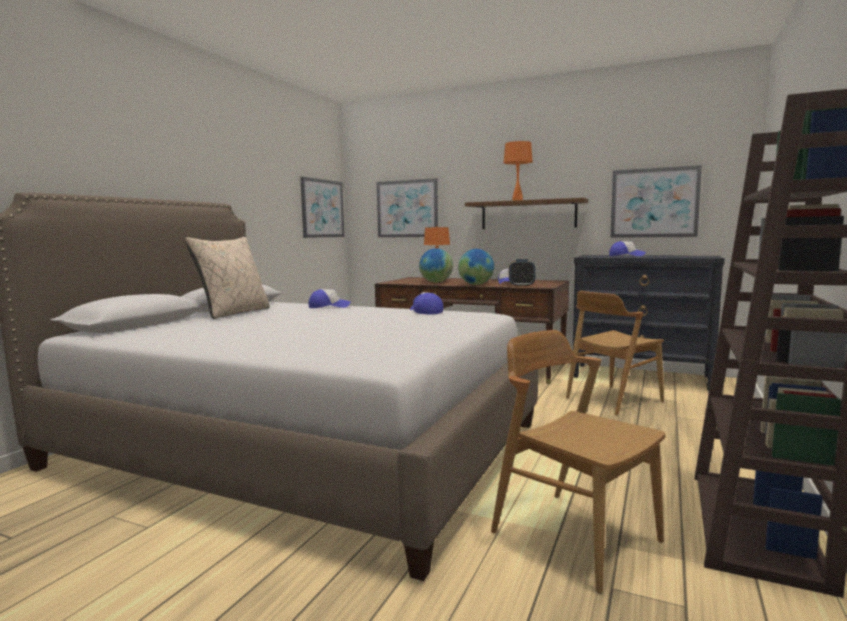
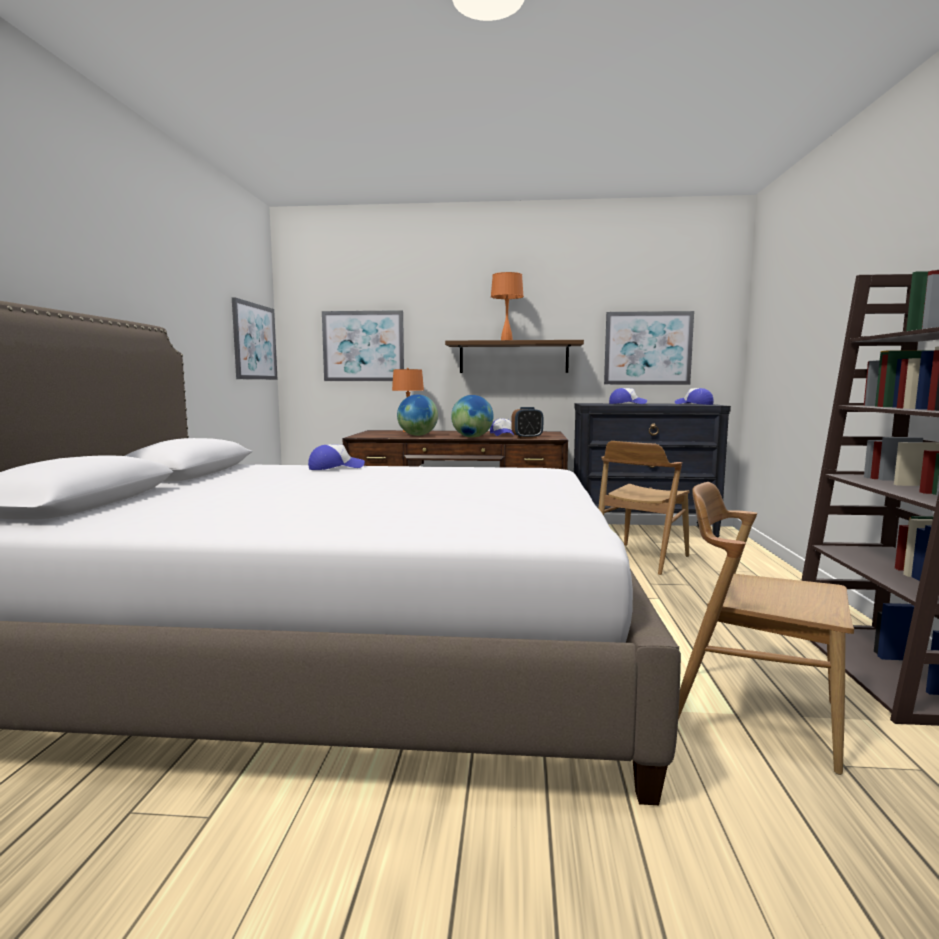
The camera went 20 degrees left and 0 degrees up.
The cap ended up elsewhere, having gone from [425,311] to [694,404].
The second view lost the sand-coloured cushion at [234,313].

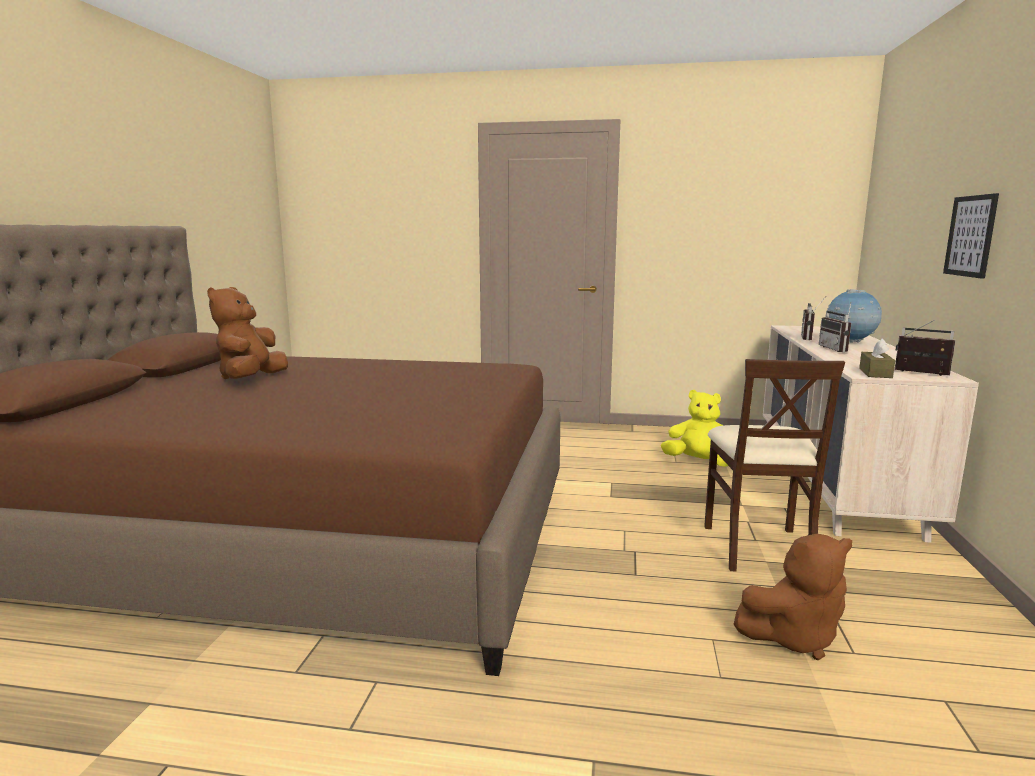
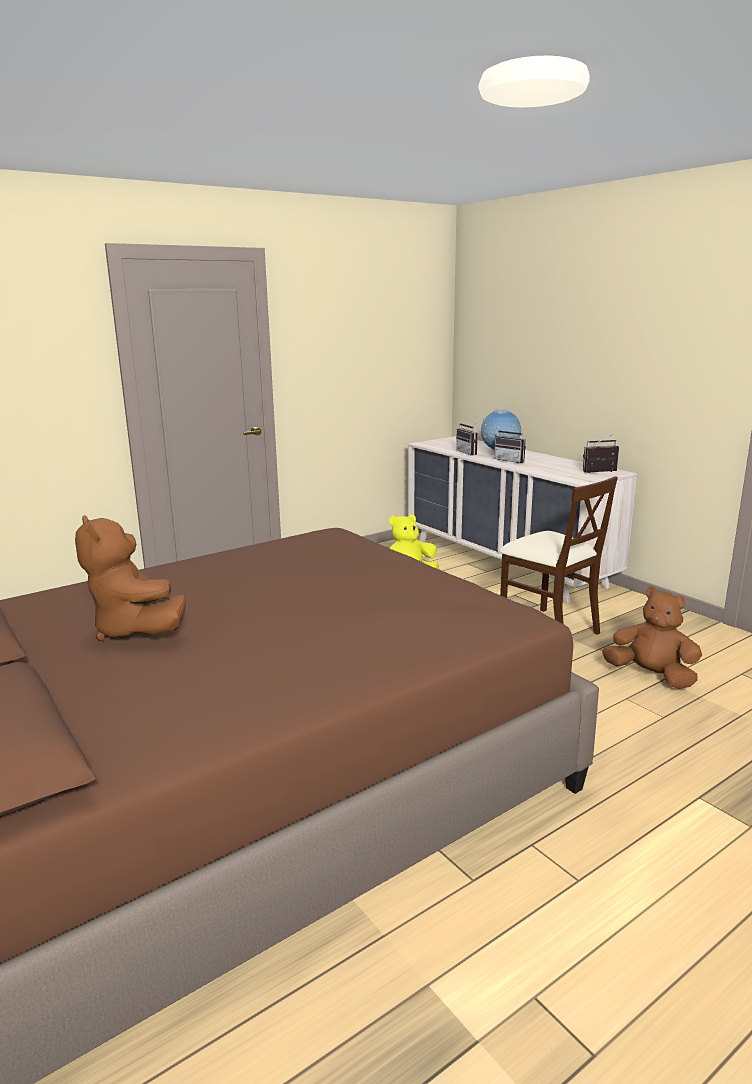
The camera went 45 degrees left and 5 degrees up.
The brownish cuddly toy at [793,637] ended up facing another way, 90 degrees counterclockwise from before.
The second view lost the brownish tissue holder at [875,373].
The second view lost the picture at [970,236].

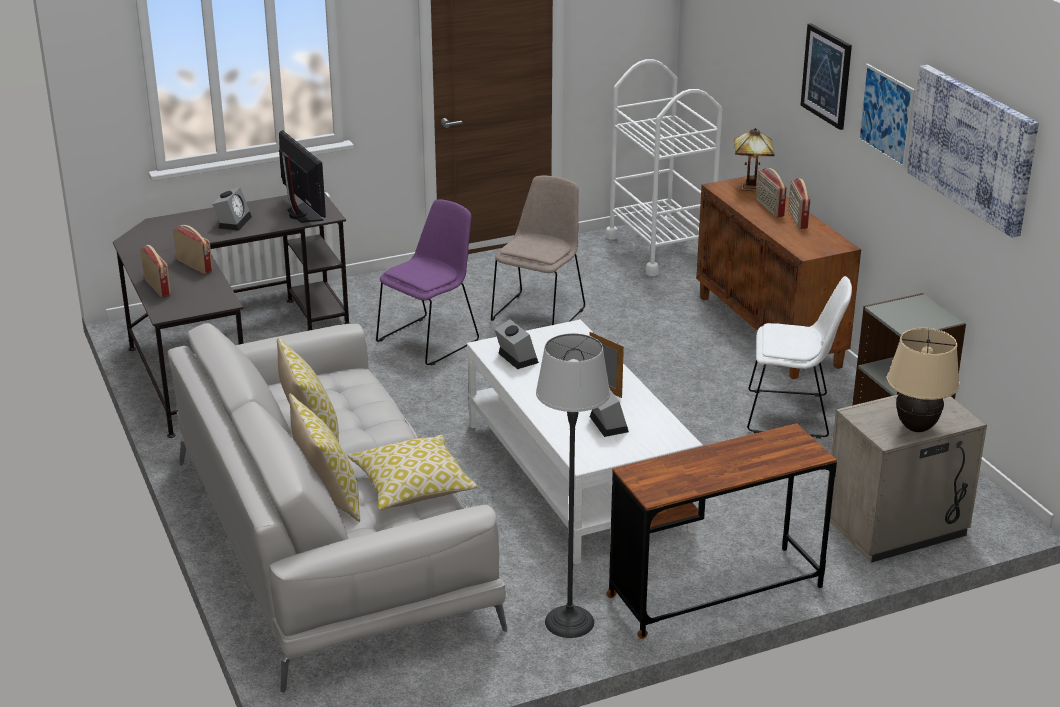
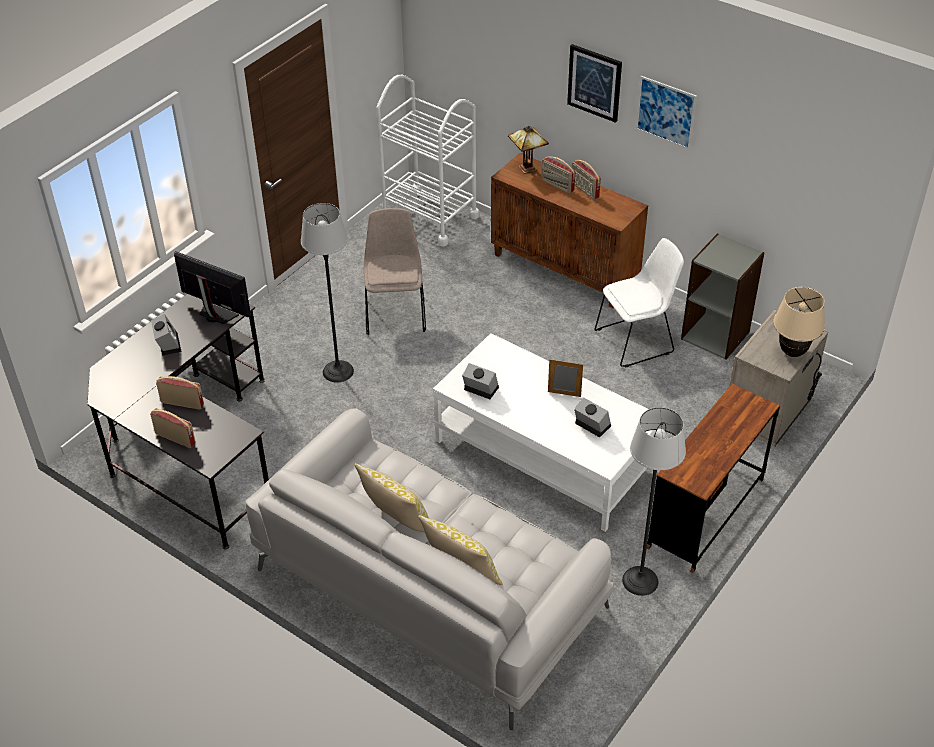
The camera went 30 degrees left and 15 degrees up.
Where the purple-coloured plain chair stood at [430,340], the floor lamp came to stand at [338,371].
The second view lost the cushion at [412,487].
The second view lost the picture at [973,147].

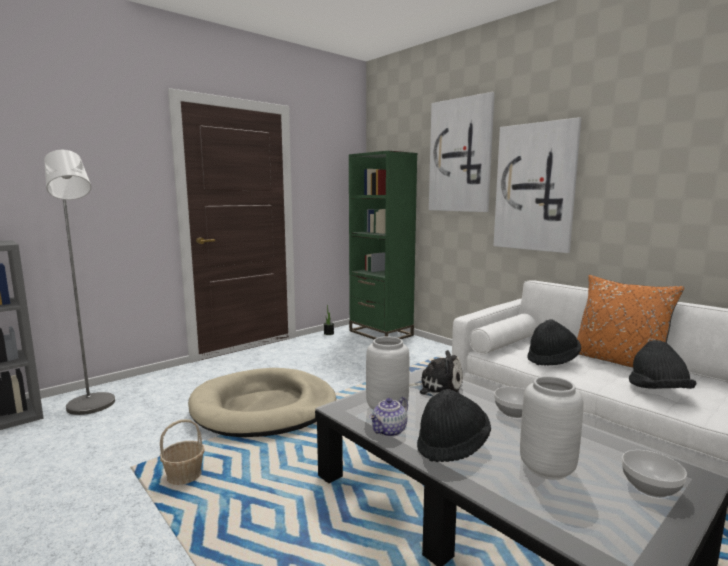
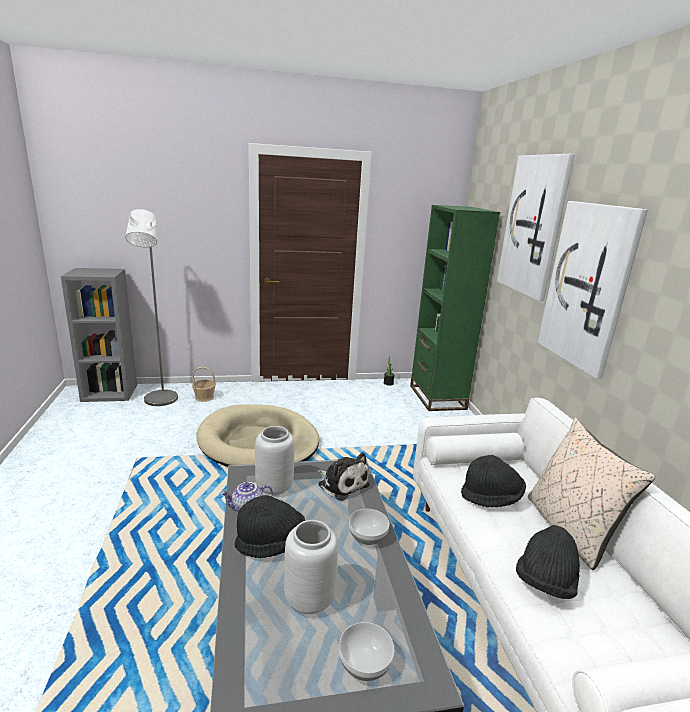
The camera went 30 degrees right and 10 degrees up.
The household basket ended up elsewhere, having gone from [184,476] to [204,397].
What was the orange cushion at [619,361] turned into the sand-coloured cushion at [569,529].

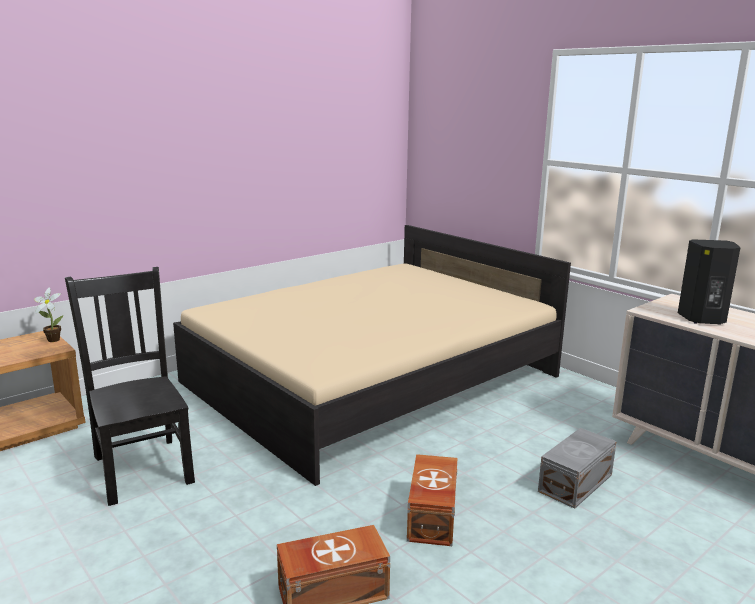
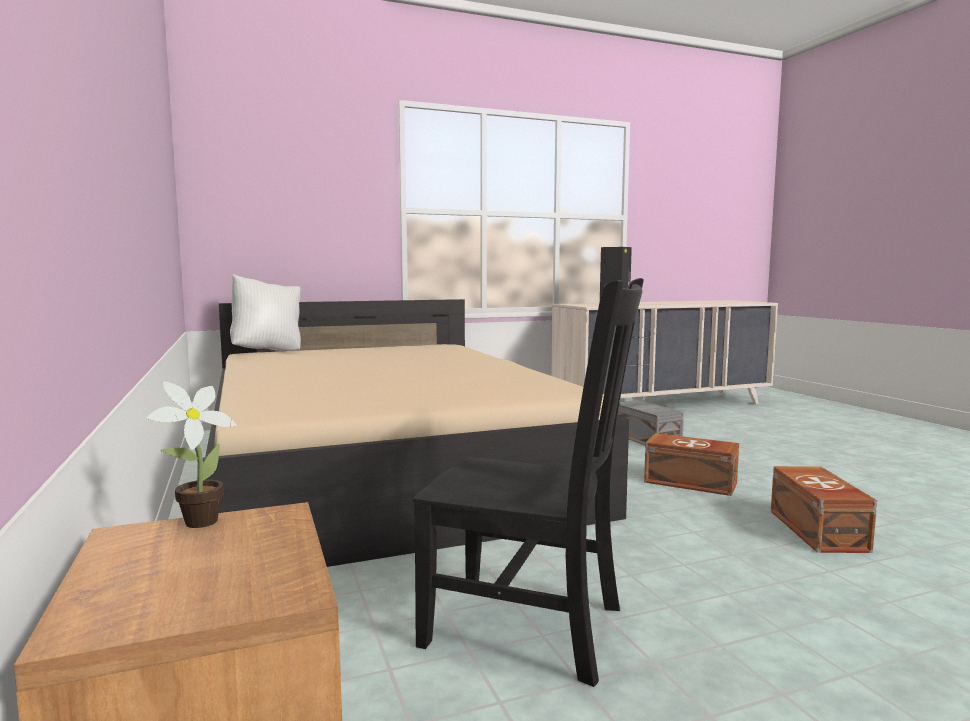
The camera went 70 degrees left and 10 degrees down.
The second view gained the whitish cushion at [268,351].
The black plain chair at [142,467] ended up facing another way, 150 degrees counterclockwise from before.

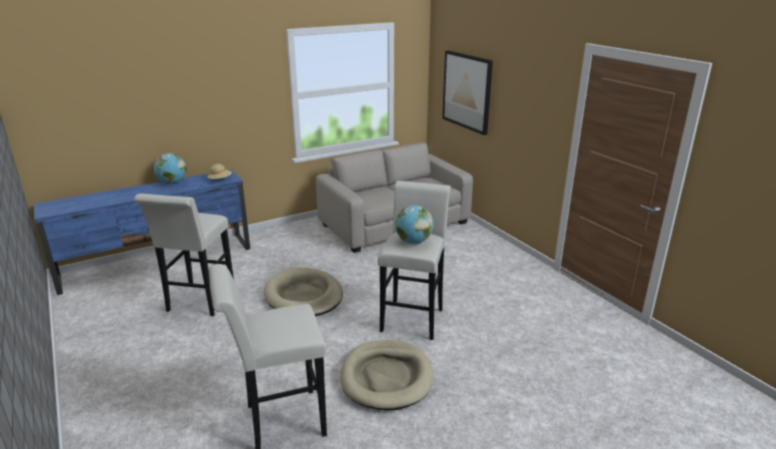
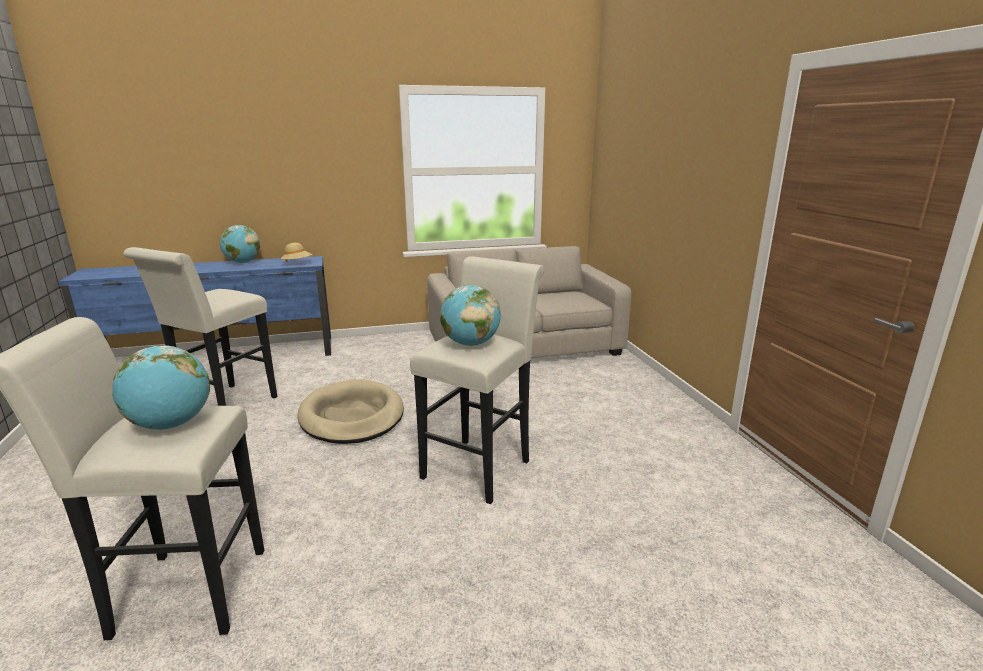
The camera went 15 degrees right and 5 degrees down.
The second view gained the globe at [171,425].
The second view lost the sand-coloured pet bed at [387,377].
The second view lost the picture at [467,91].

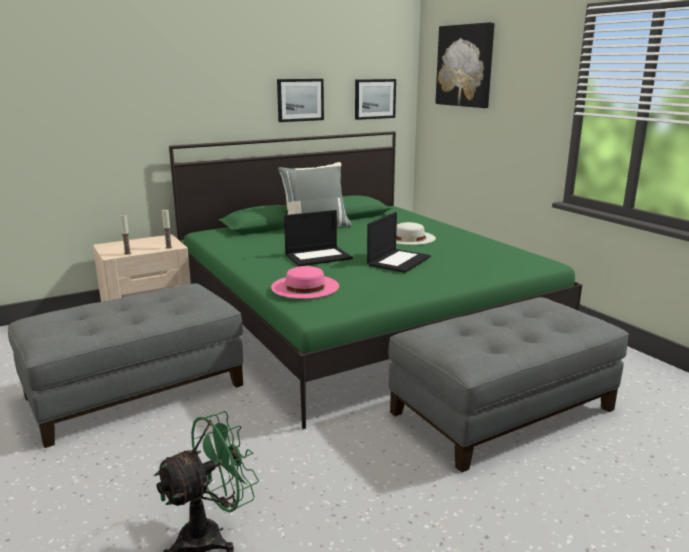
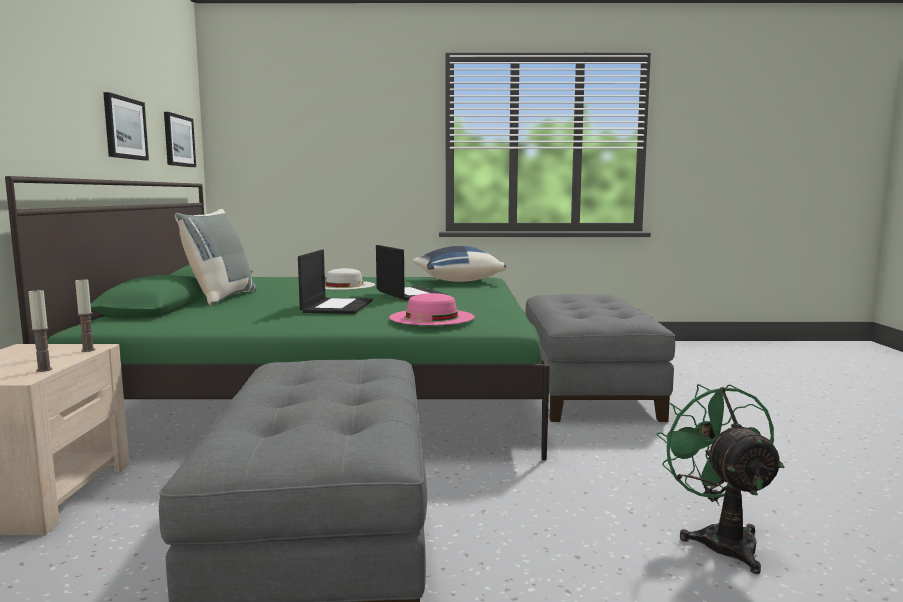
The camera went 60 degrees left and 10 degrees down.
The second view gained the blue-coloured cushion at [457,281].
The second view lost the picture at [465,66].

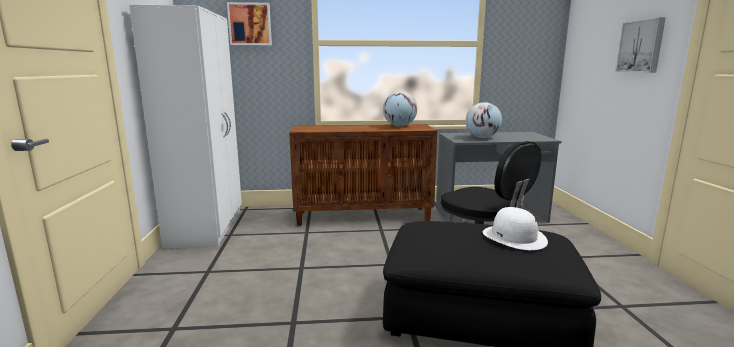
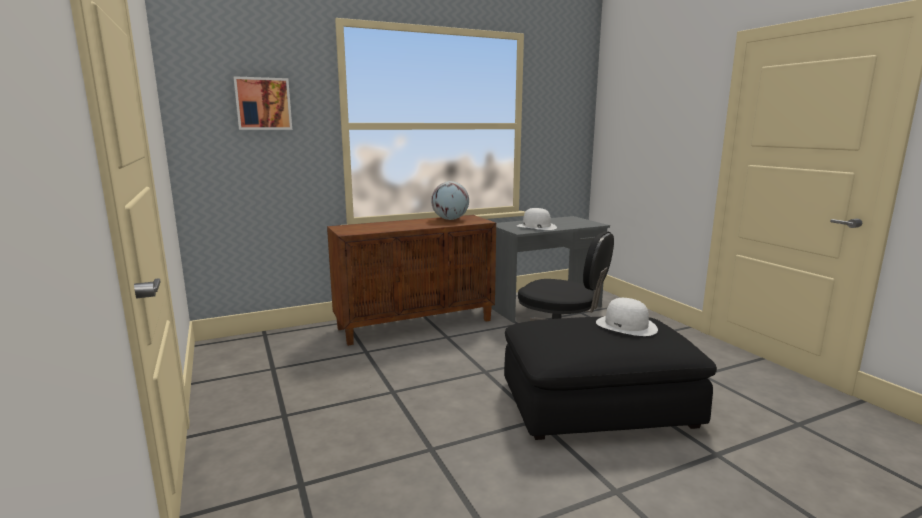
The camera went 20 degrees left and 0 degrees up.
Where the globe stood at [482,138], the whitish wearable hat came to stand at [536,226].
The second view lost the whitish armoire at [207,228].
The second view lost the picture at [641,46].

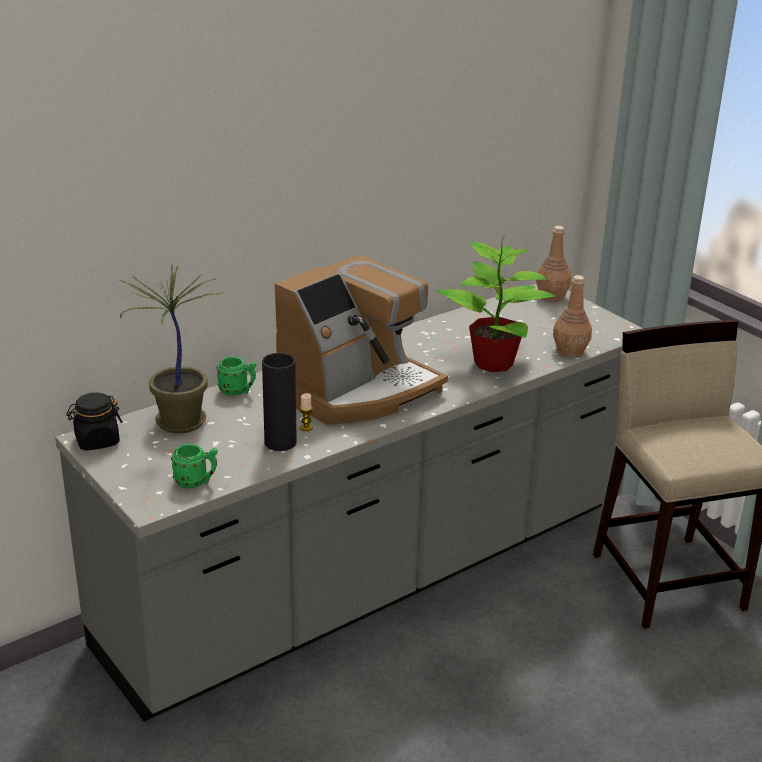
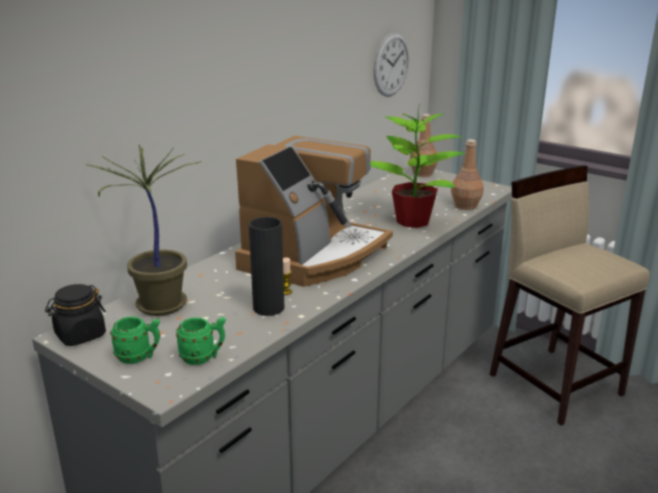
The camera went 15 degrees left and 5 degrees down.
The greenish mug ended up elsewhere, having gone from [238,391] to [139,357].
The second view gained the hanging clock at [391,64].

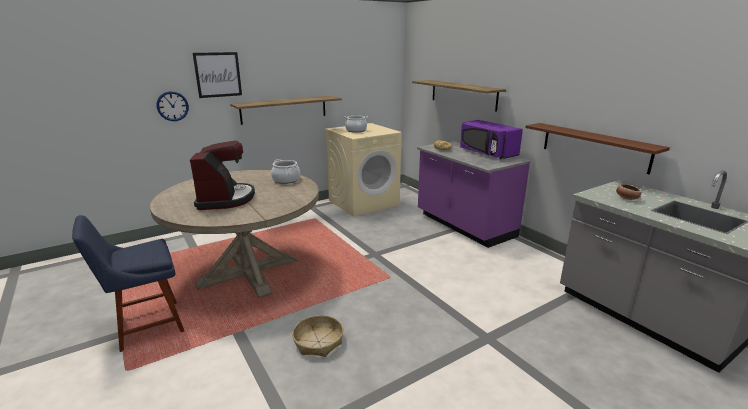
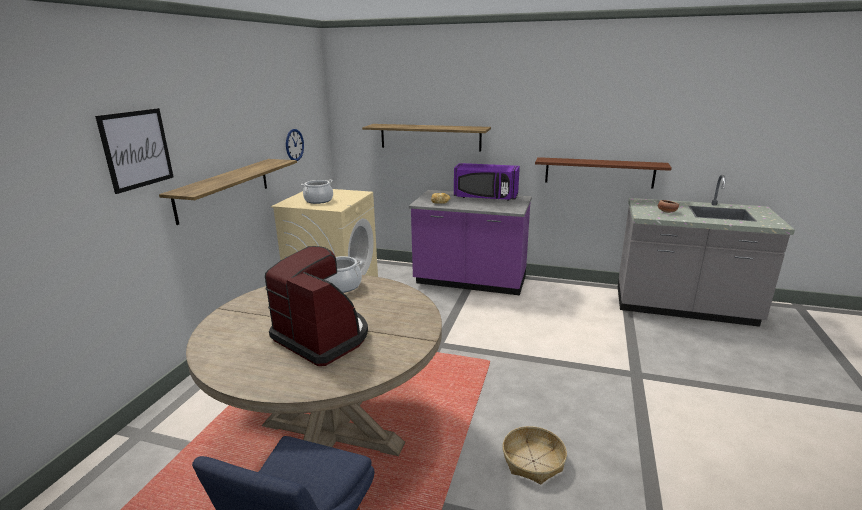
The camera went 40 degrees left and 0 degrees up.
The hanging clock ended up elsewhere, having gone from [172,106] to [294,145].

